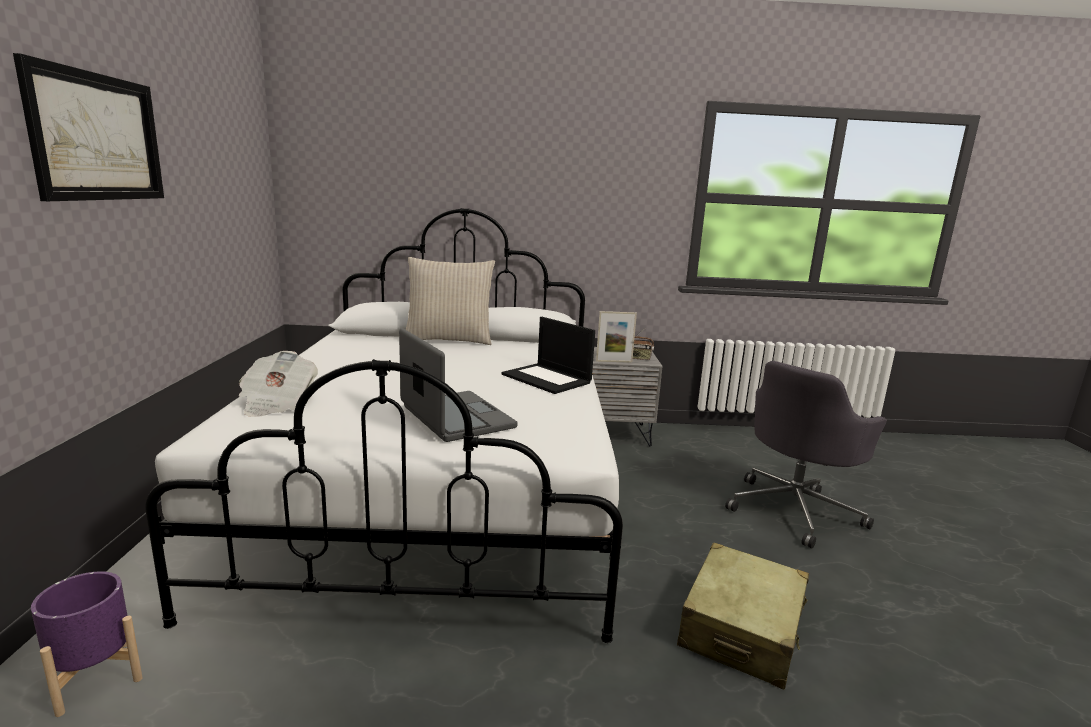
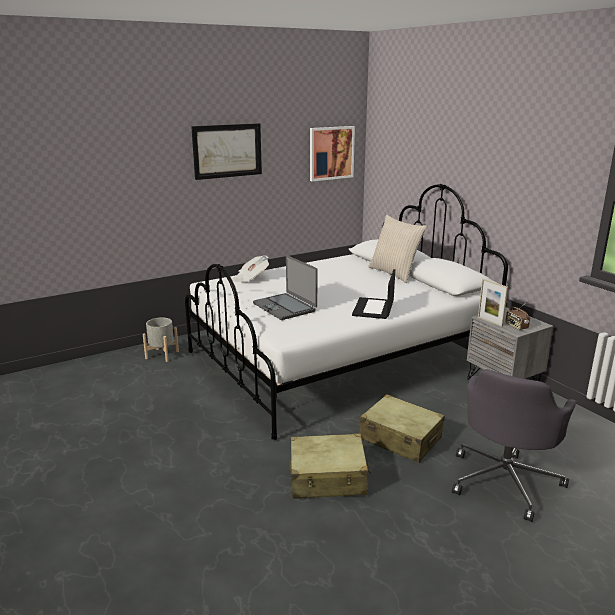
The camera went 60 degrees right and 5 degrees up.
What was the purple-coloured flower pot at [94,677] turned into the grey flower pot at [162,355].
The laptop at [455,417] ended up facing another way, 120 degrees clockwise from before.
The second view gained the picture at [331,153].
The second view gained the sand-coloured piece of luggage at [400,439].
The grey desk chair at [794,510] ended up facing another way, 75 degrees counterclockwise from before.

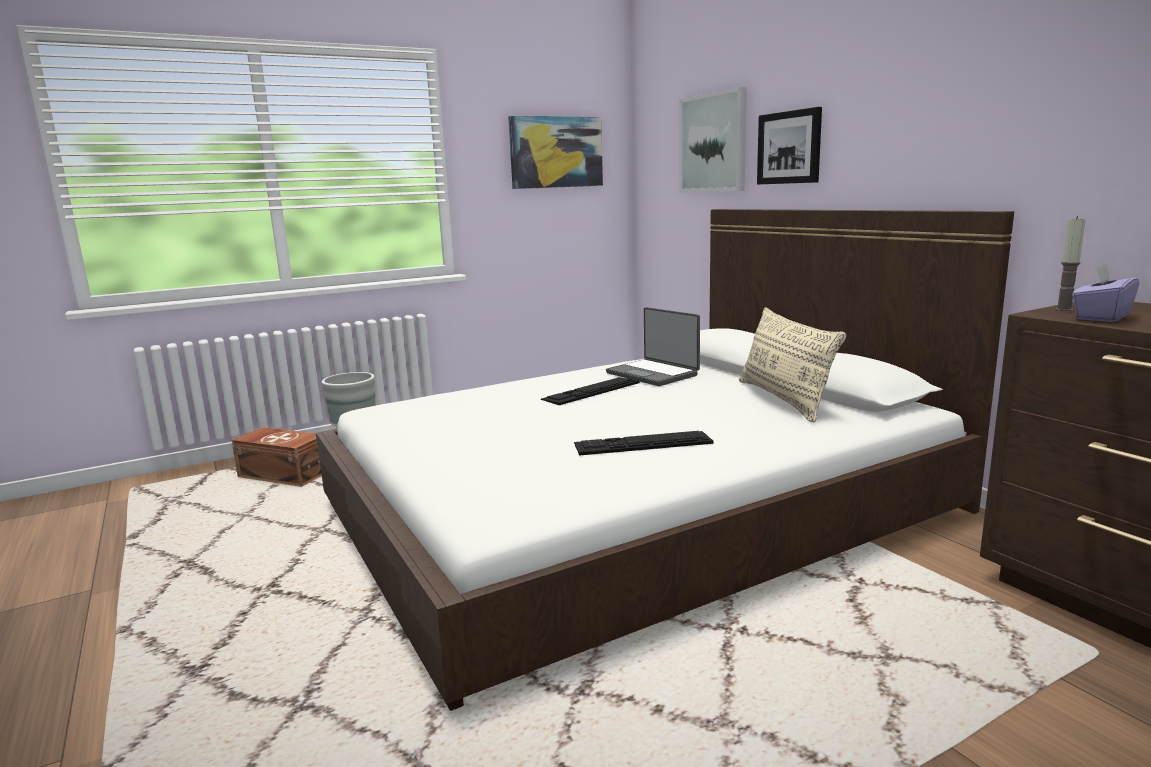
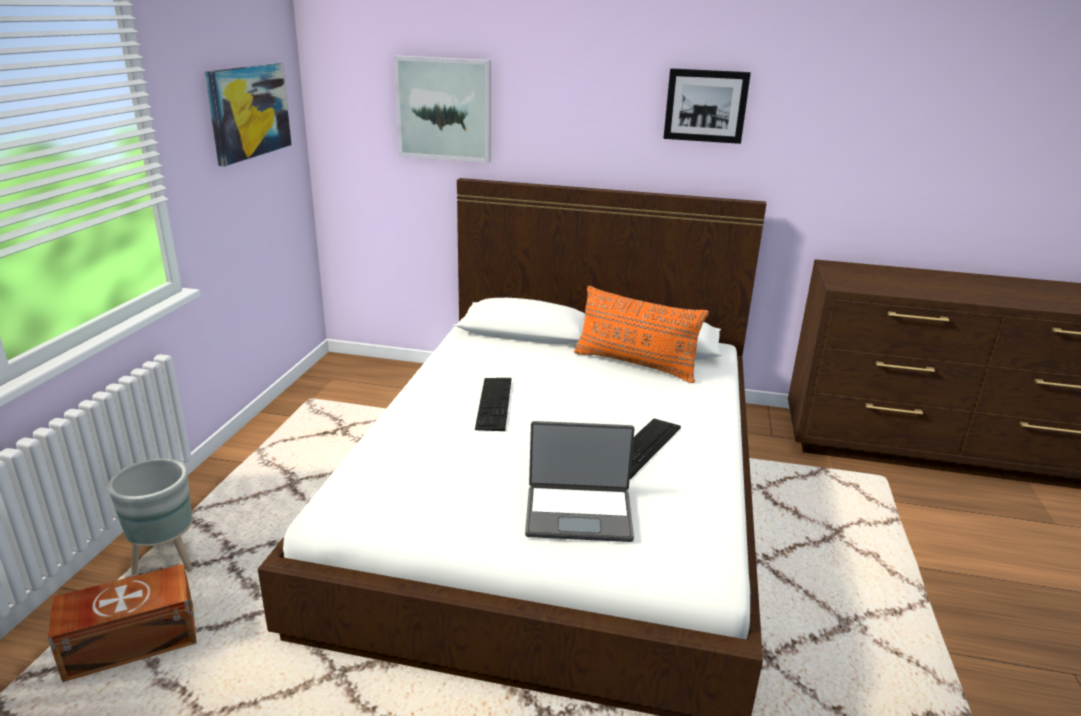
The camera went 50 degrees left and 10 degrees up.
The laptop ended up elsewhere, having gone from [653,374] to [579,513].
What was the sand-coloured cushion at [783,399] turned into the orange cushion at [635,364].
The picture ended up elsewhere, having gone from [789,147] to [705,105].
The second view lost the wax light at [1064,309].
The second view lost the purple-coloured tissue holder at [1101,317].

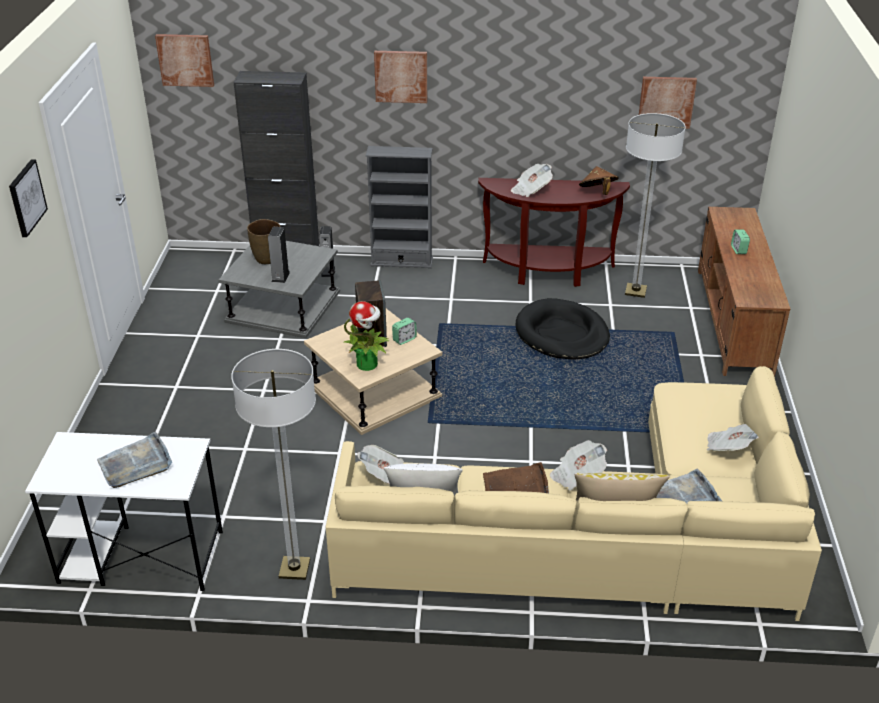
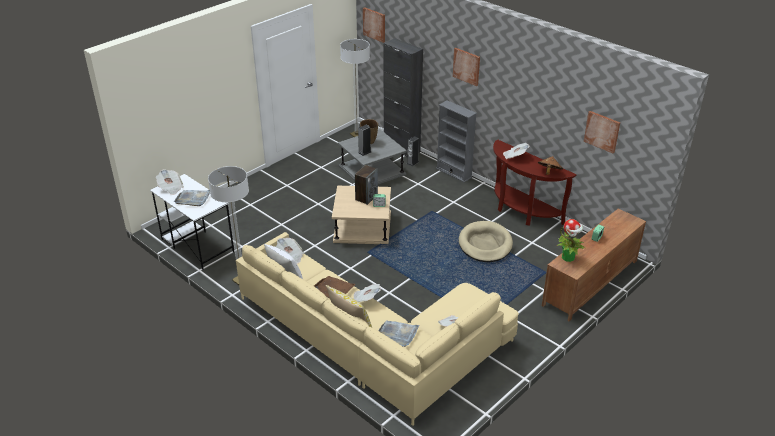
The camera went 40 degrees right and 0 degrees up.
The second view gained the newspaper at [171,188].
The floor lamp ended up elsewhere, having gone from [635,291] to [357,135].
What was the black pet bed at [562,334] turned into the sand-coloured pet bed at [485,244].
The plant in a pot ended up elsewhere, having gone from [368,364] to [568,257].
The second view lost the picture at [26,198].

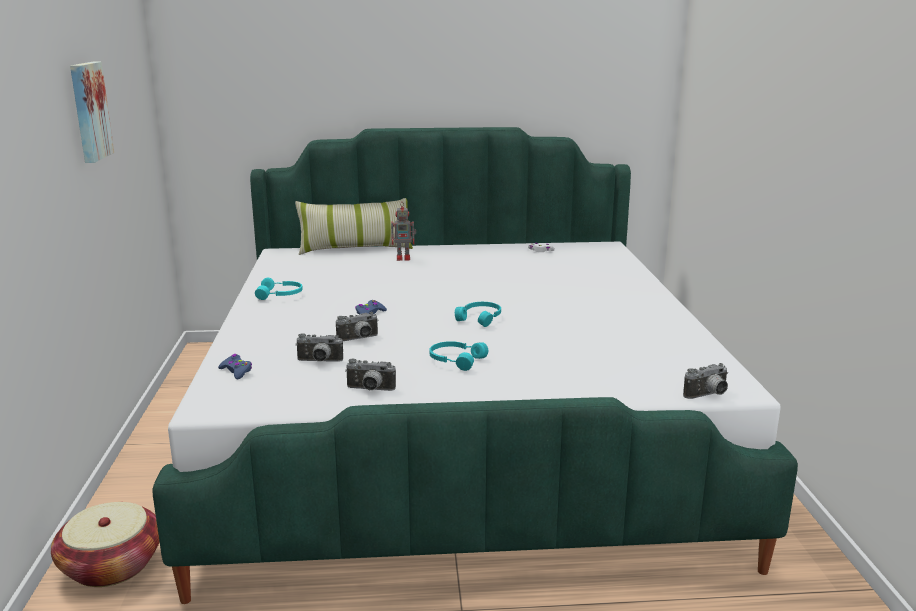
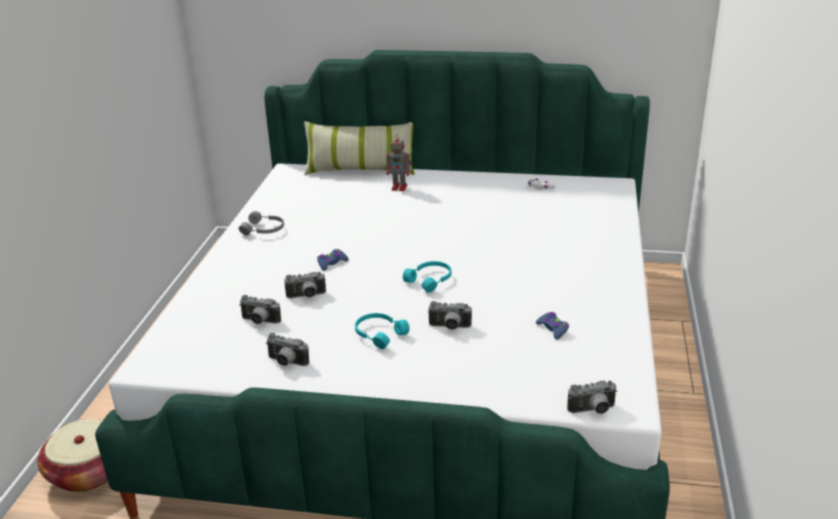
The camera went 15 degrees right and 10 degrees up.
What was the turquoise-coloured headset at [280,295] turned into the grey headset at [264,230].
The second view gained the photo camera at [449,327].
The blue-coloured gamepad ended up elsewhere, having gone from [236,371] to [553,329].
The second view lost the picture at [88,111].

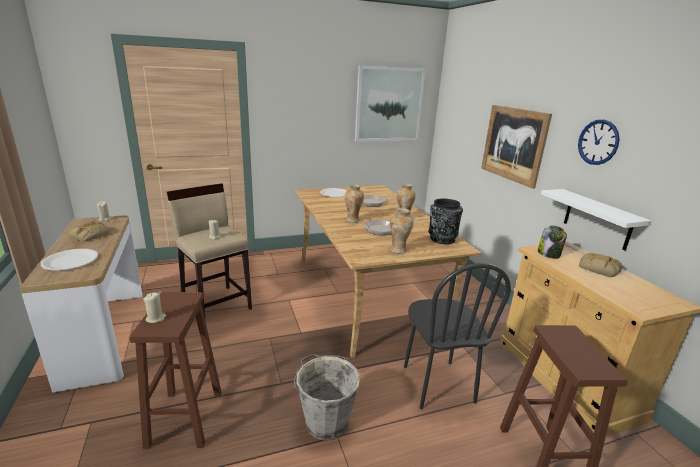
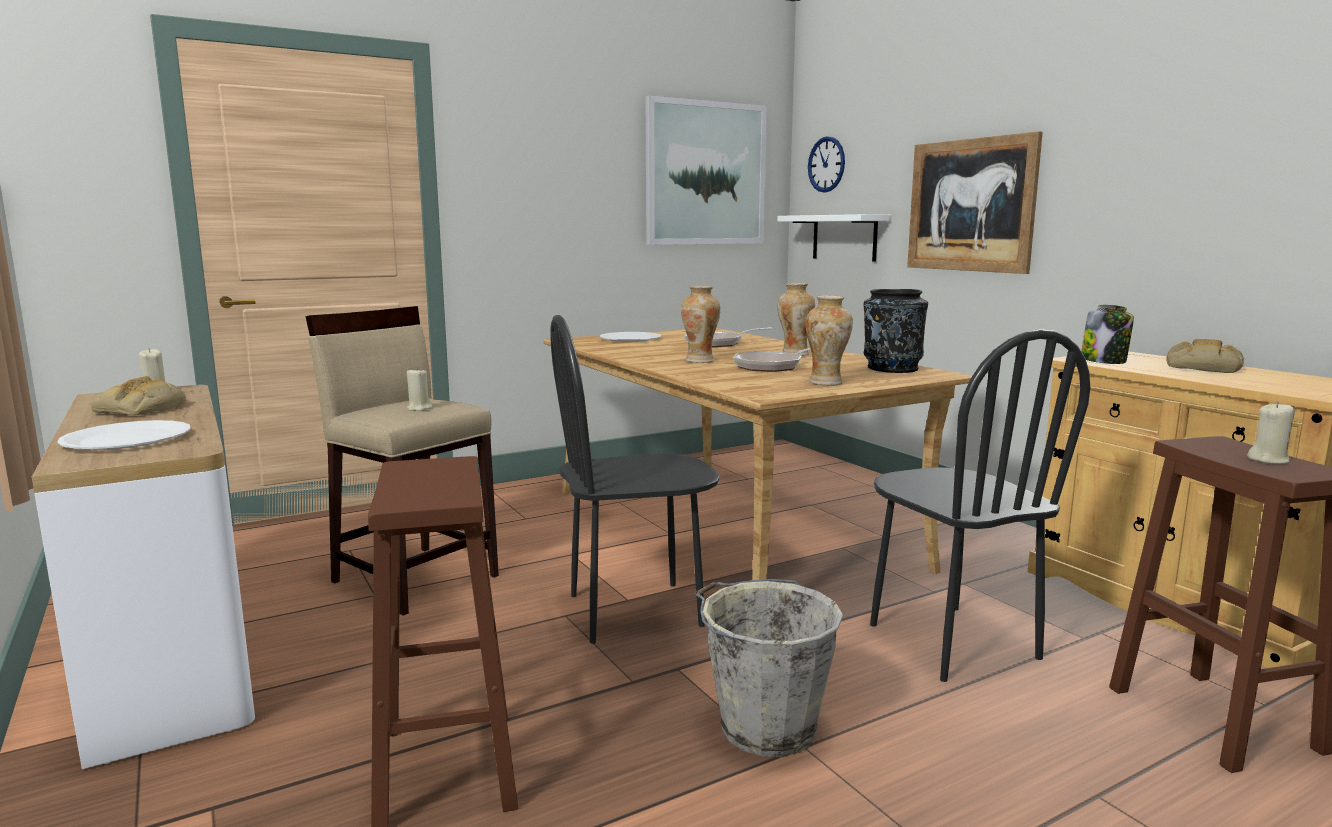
The camera went 10 degrees left and 10 degrees down.
The second view gained the black plain chair at [635,611].
The whitish wall shelf ended up elsewhere, having gone from [597,219] to [844,237].
The hanging clock ended up elsewhere, having gone from [598,142] to [826,164].
The sand-coloured wax light ended up elsewhere, having gone from [156,318] to [1268,460].

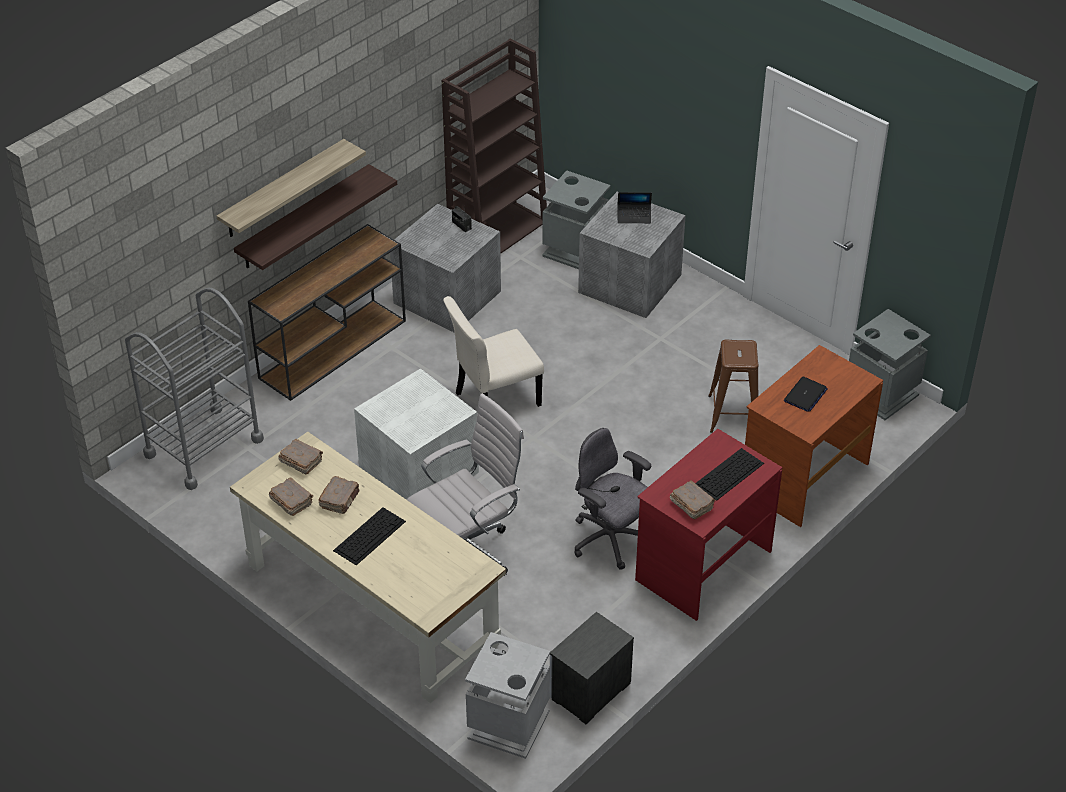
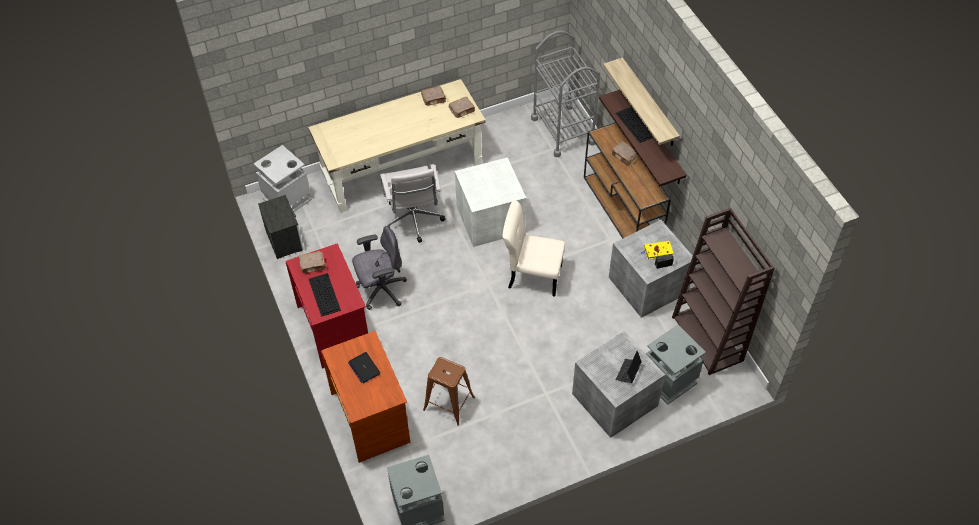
The camera went 115 degrees right and 10 degrees up.
The sand-coloured plain chair at [494,400] ended up facing another way, 75 degrees counterclockwise from before.
The brownish bound book ended up elsewhere, having gone from [340,500] to [624,156].
The PC keyboard ended up elsewhere, having gone from [370,535] to [636,124].
The second view gained the yellow bound book at [657,251].

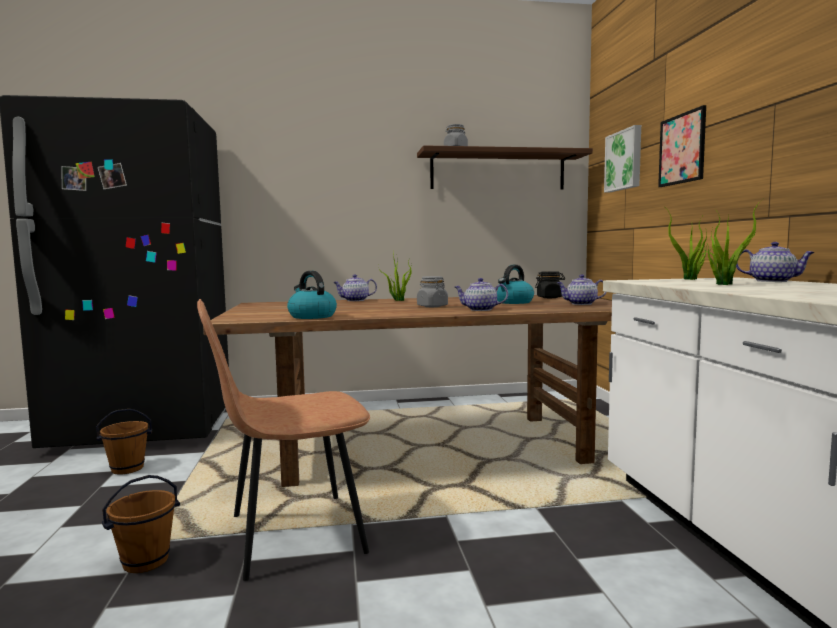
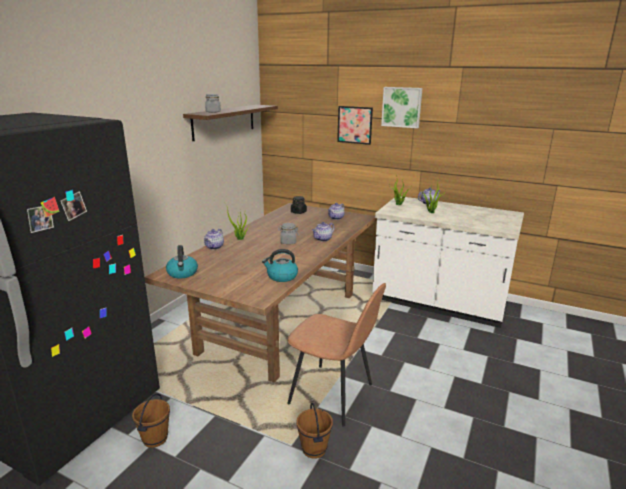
The camera went 55 degrees left and 15 degrees up.
The water kettle ended up elsewhere, having gone from [513,302] to [182,273].
The brownish plain chair at [292,535] ended up facing another way, 75 degrees counterclockwise from before.
The picture ended up elsewhere, having gone from [624,160] to [401,107].

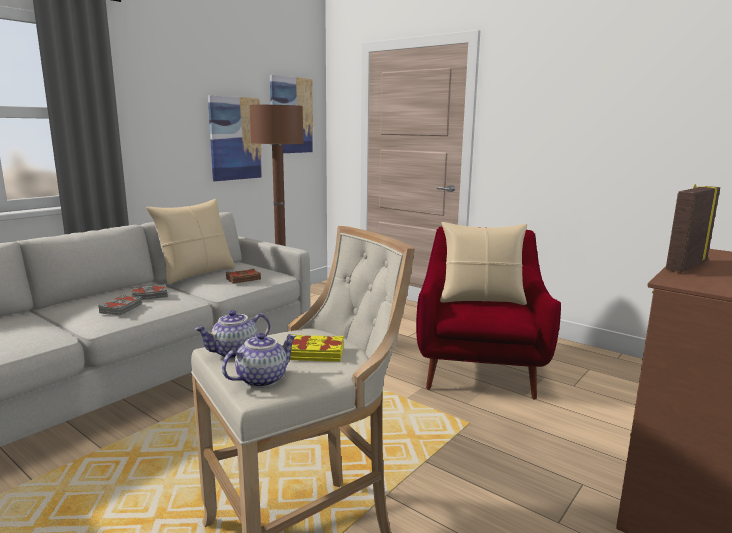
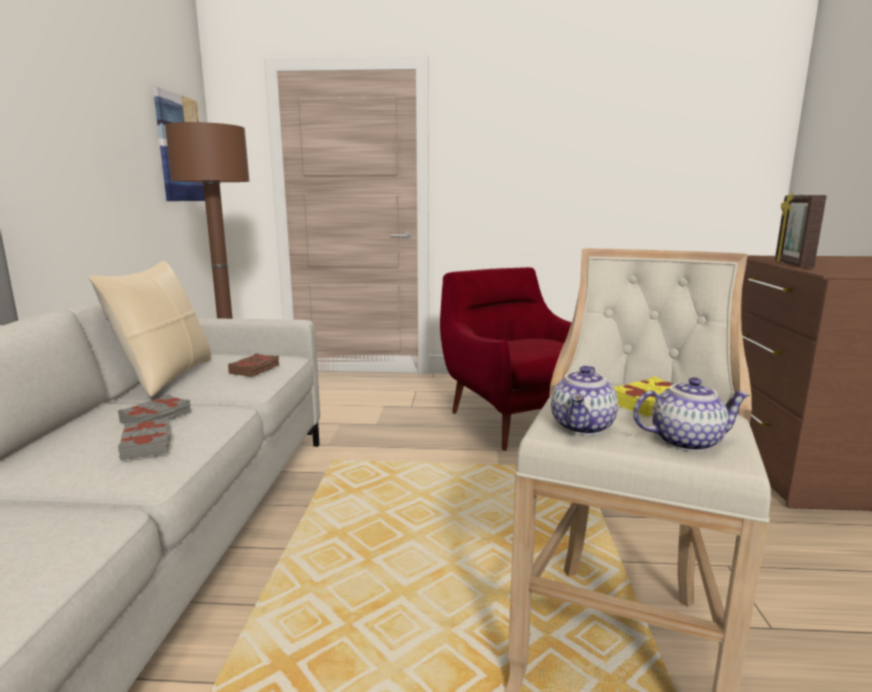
The camera went 35 degrees left and 0 degrees up.
The pot for tea at [261,379] ended up facing another way, 75 degrees clockwise from before.
The second view lost the picture at [235,138].
The second view lost the sand-coloured cushion at [481,299].

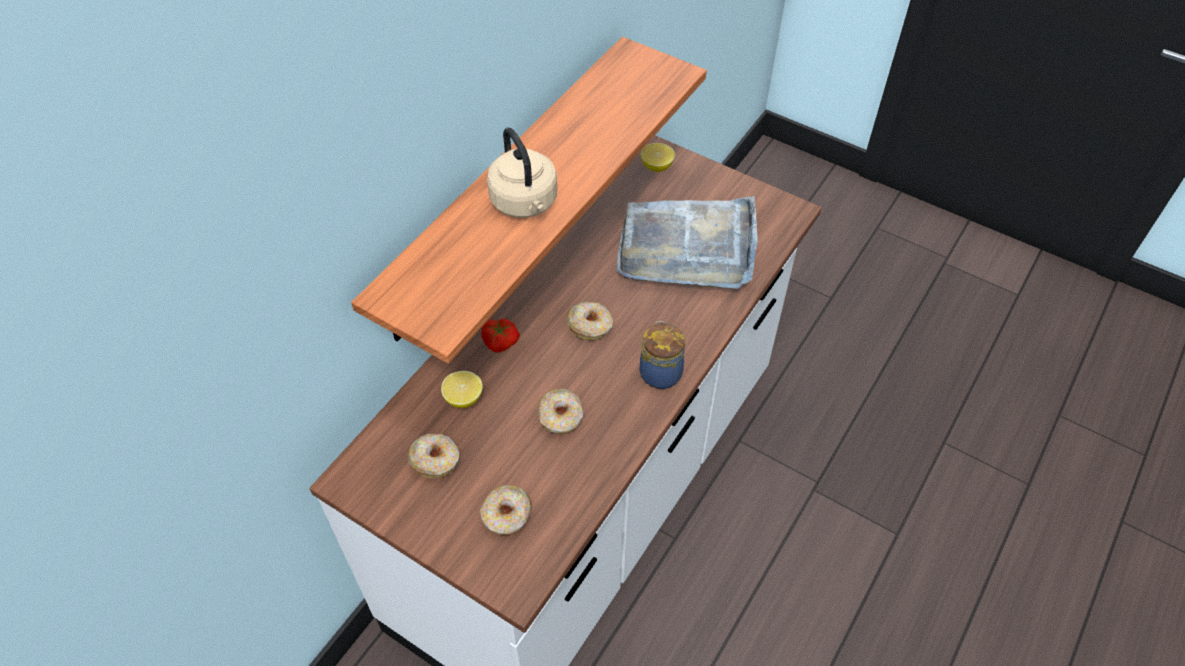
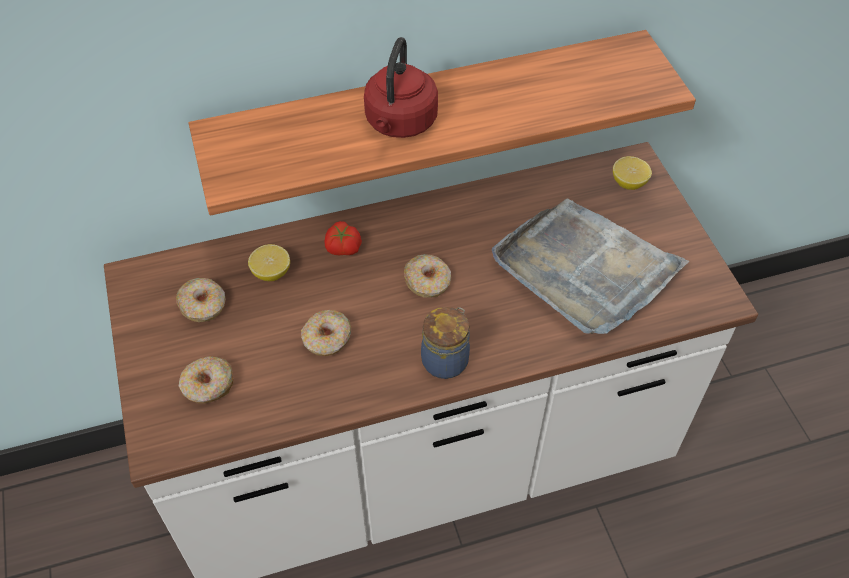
The camera went 40 degrees right and 0 degrees up.
What was the sand-coloured water kettle at [525,203] turned into the red-coloured water kettle at [400,124].

